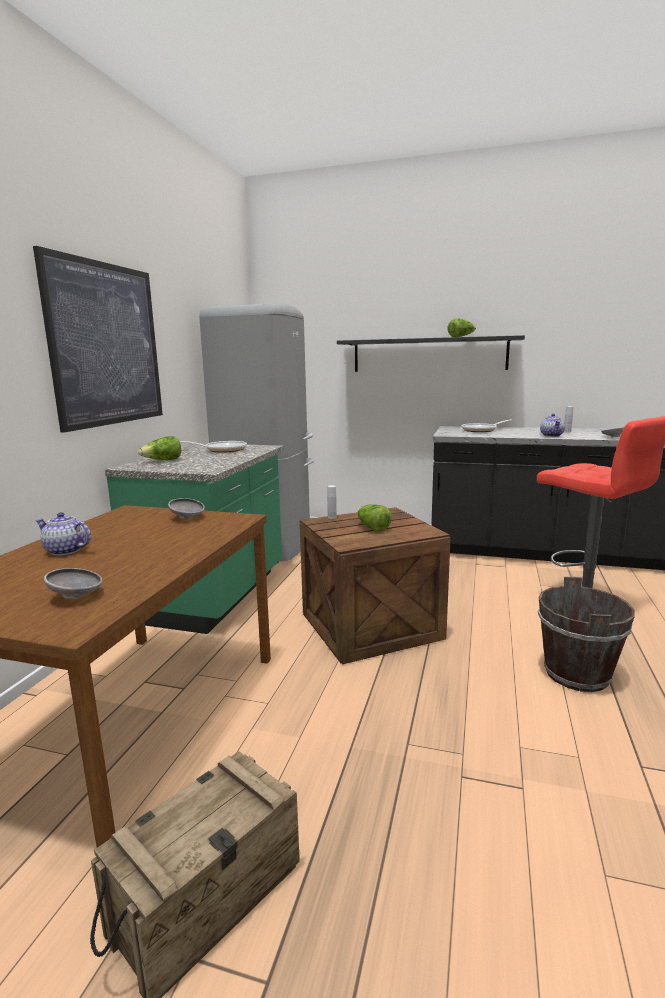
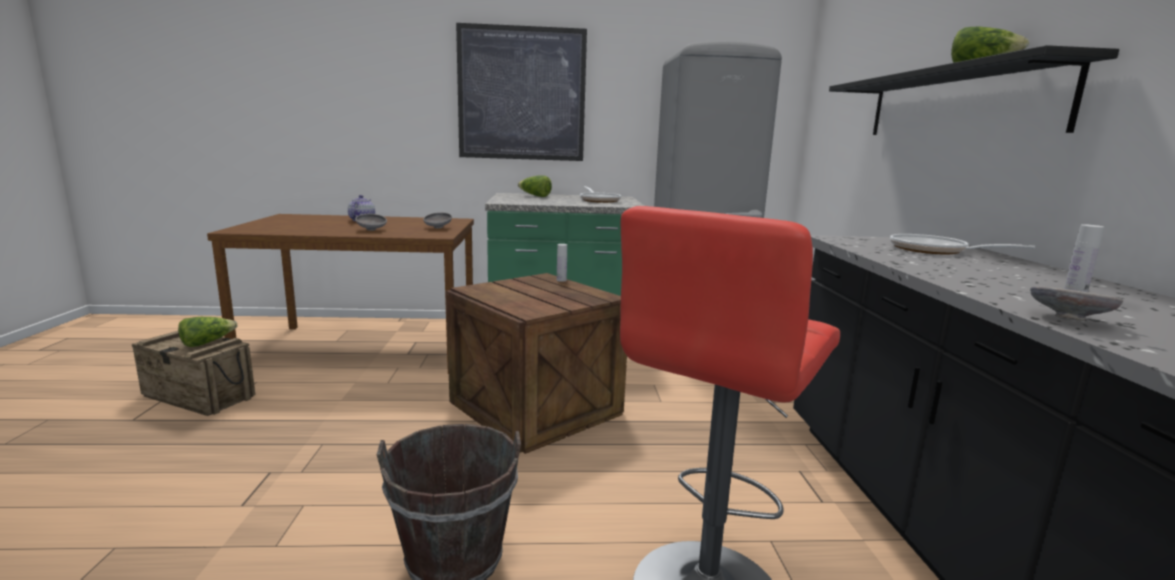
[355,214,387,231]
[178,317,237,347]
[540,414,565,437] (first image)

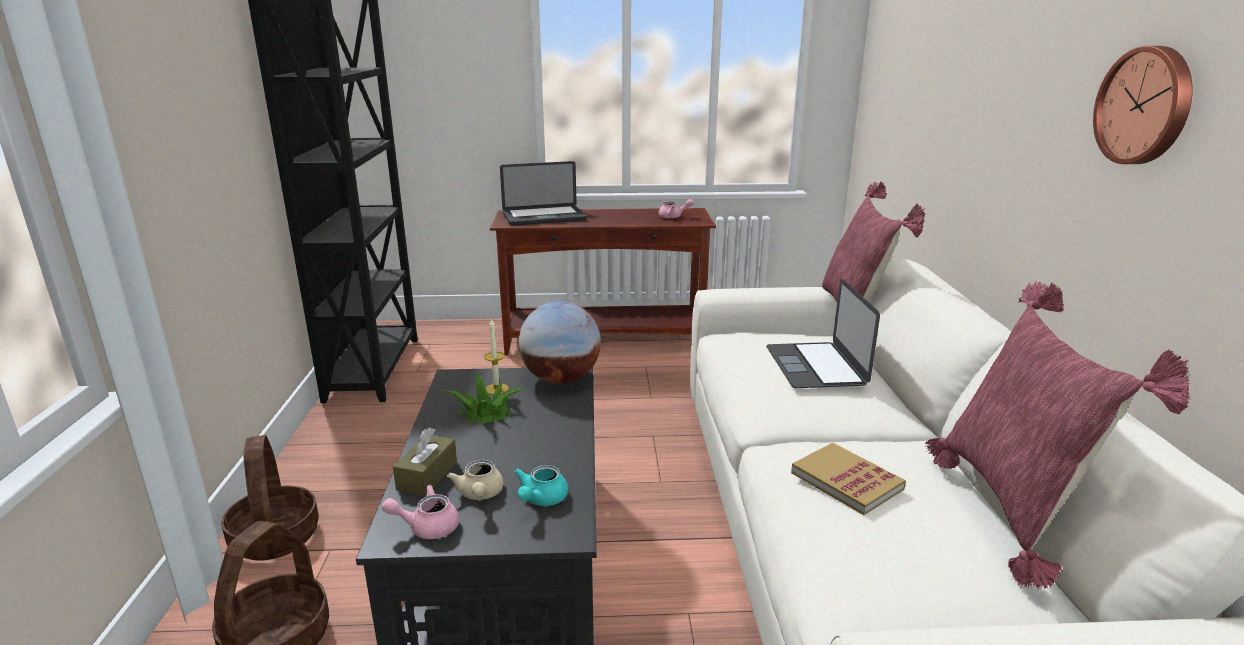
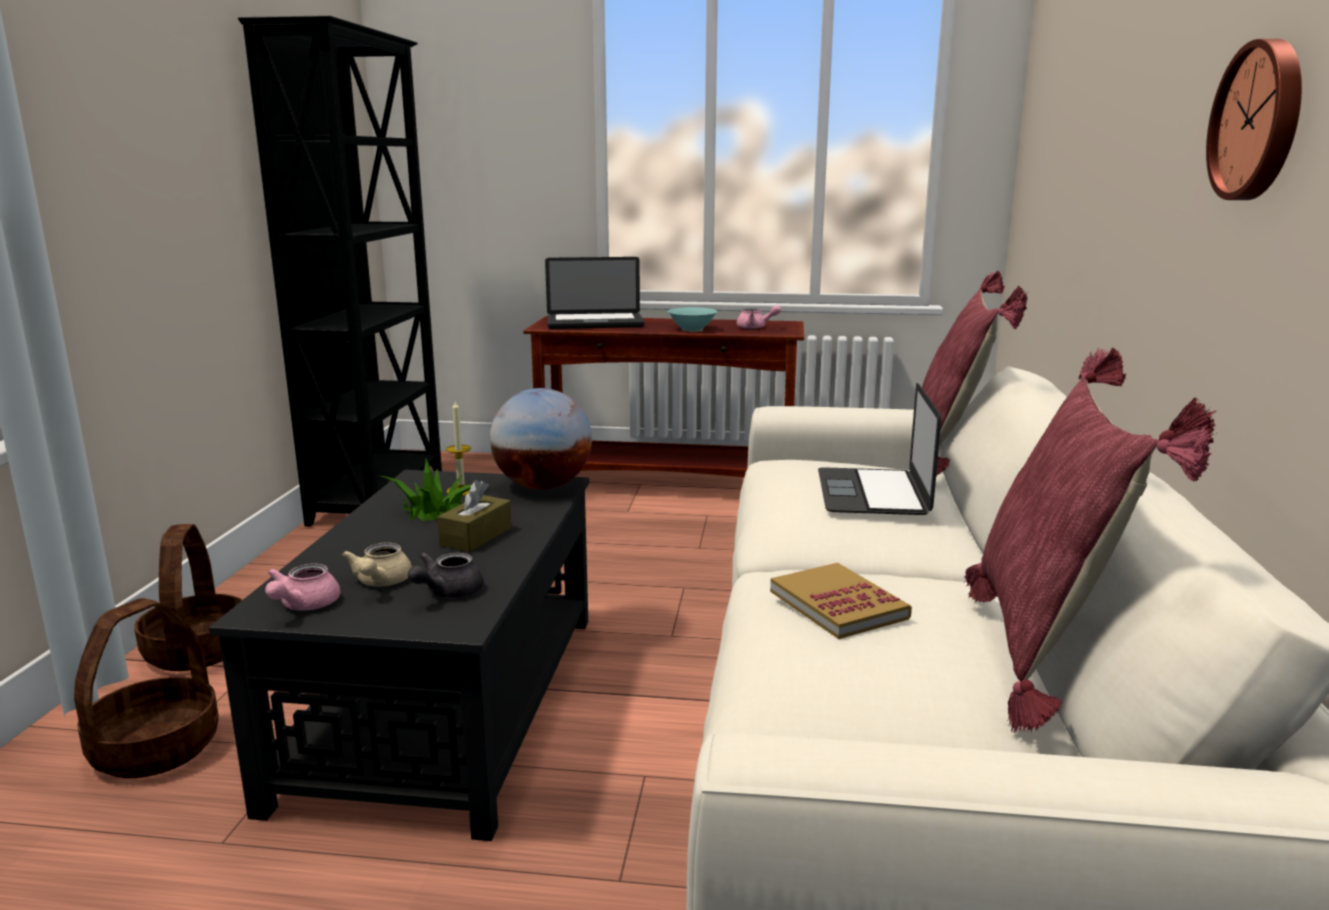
[265,563,340,611]
[437,480,512,552]
[408,552,483,598]
[668,307,717,332]

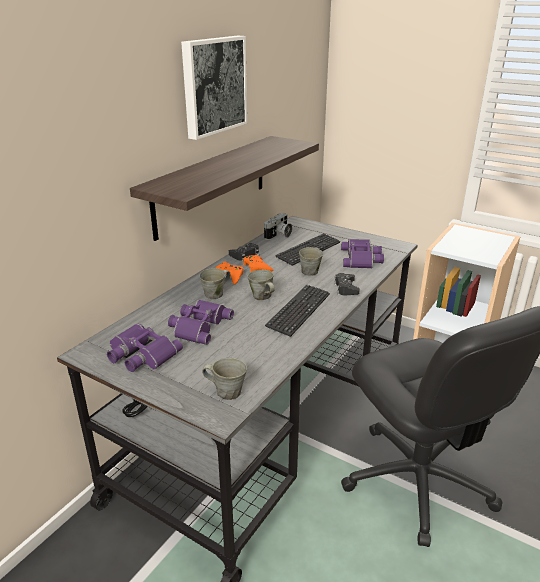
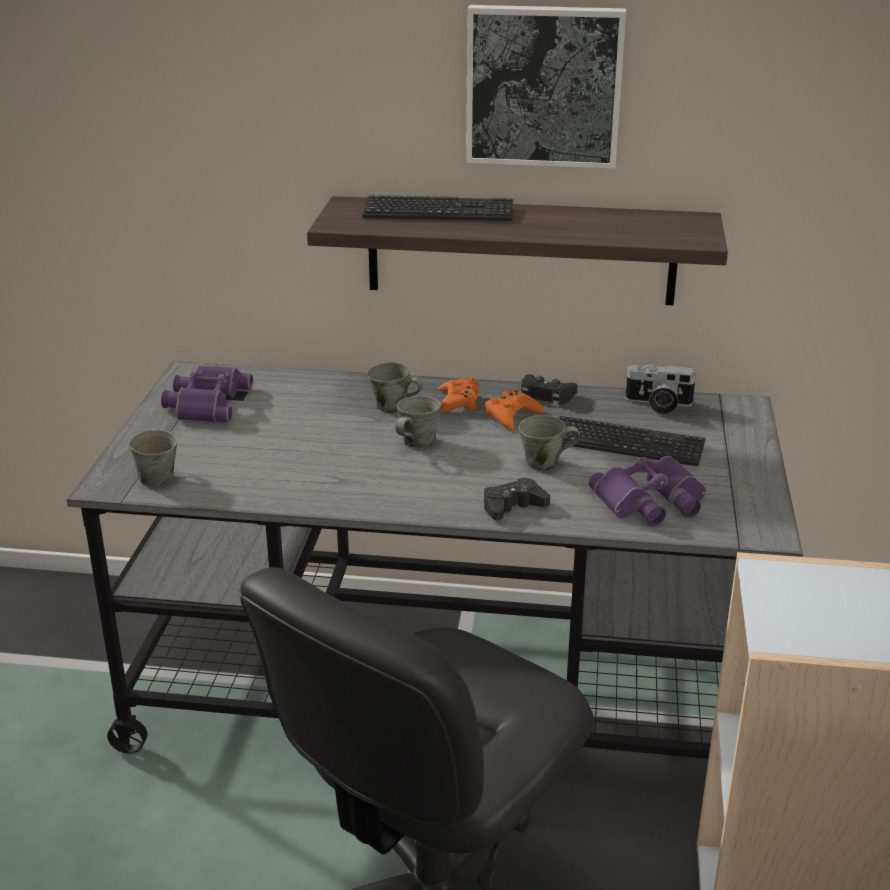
[168,300,234,345] (first image)
[362,195,513,221]

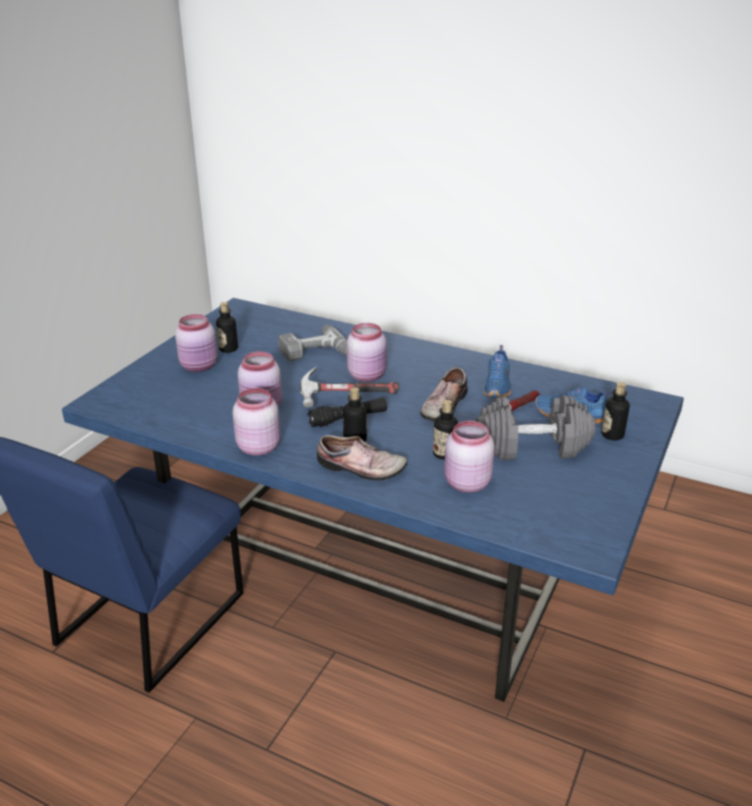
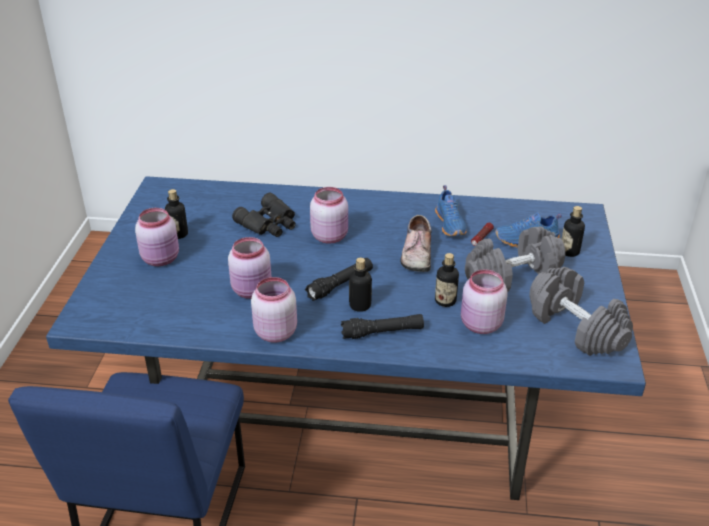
[232,192,296,237]
[300,366,399,408] (first image)
[341,314,424,339]
[529,267,633,356]

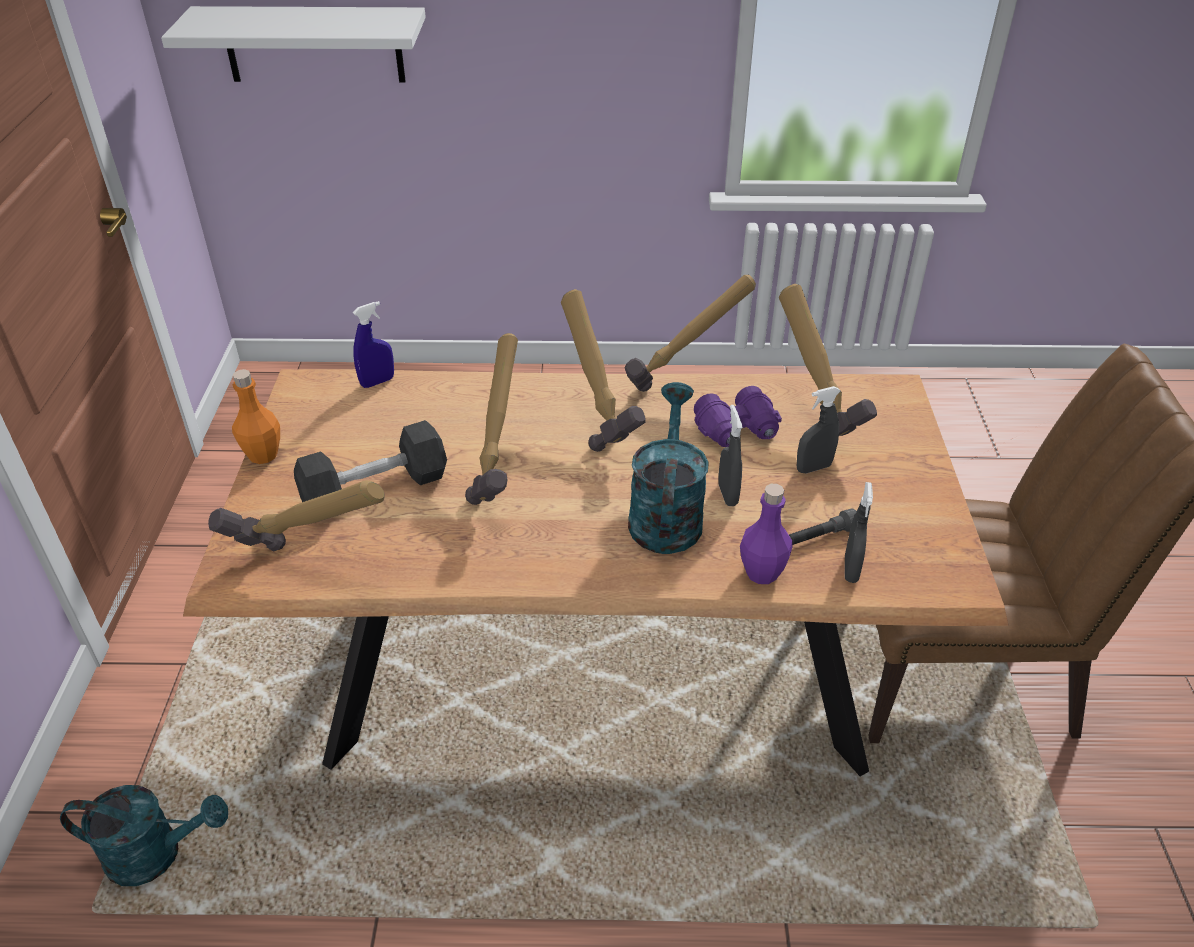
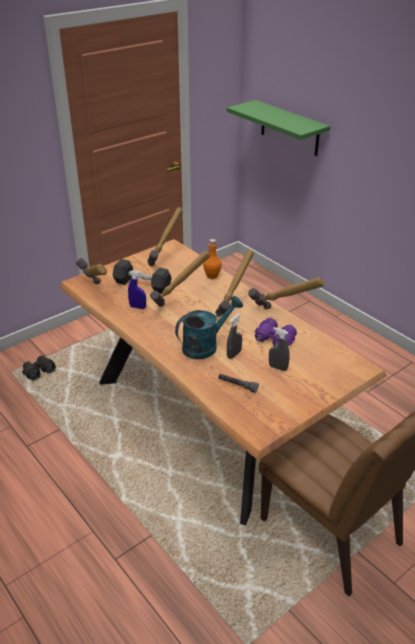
[22,355,56,380]
[227,100,330,156]
[203,239,222,279]
[128,270,146,309]
[740,484,793,584] (first image)
[148,207,183,266]
[845,482,873,583] (first image)

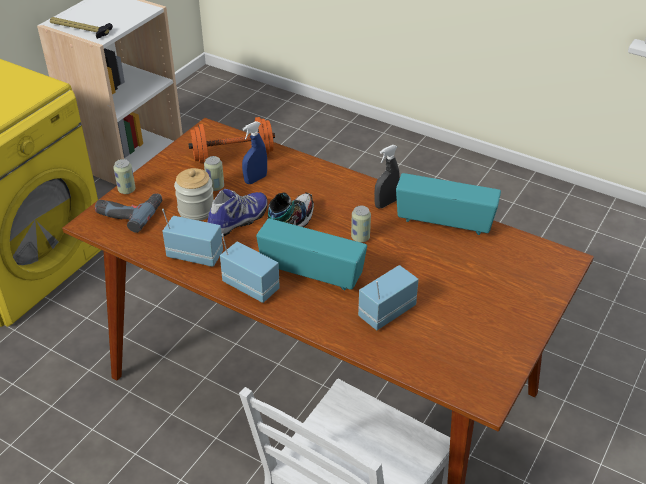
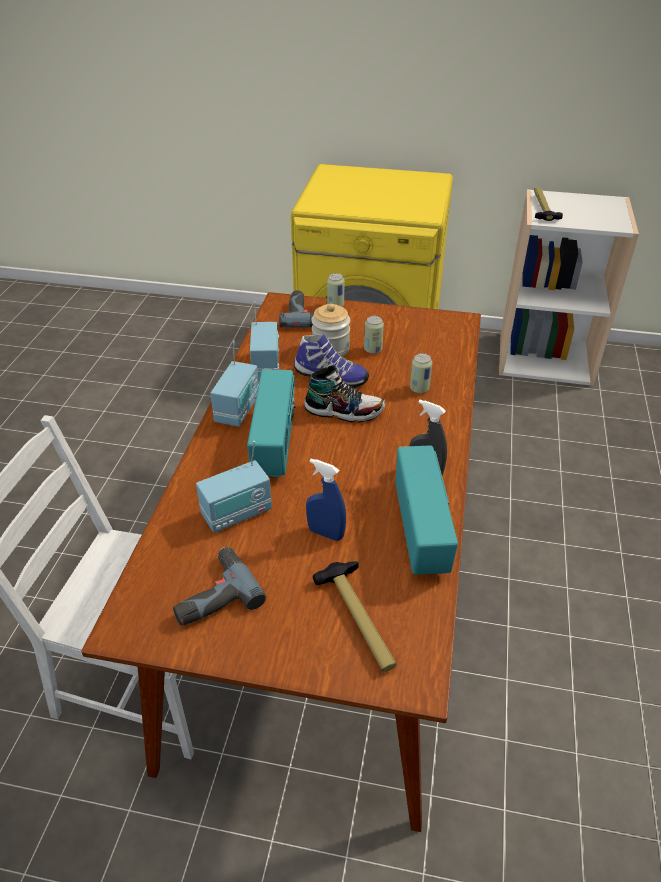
[188,117,275,163] (first image)
[306,459,346,541]
[410,353,432,393]
[196,441,272,533]
[173,547,266,626]
[313,562,396,672]

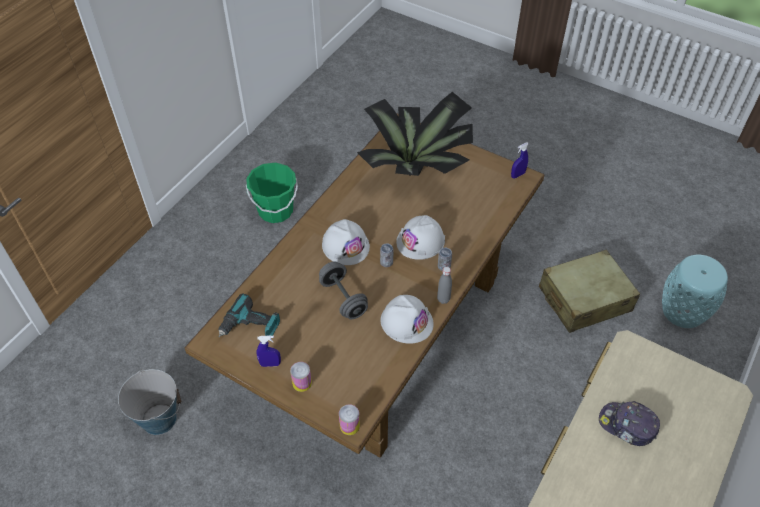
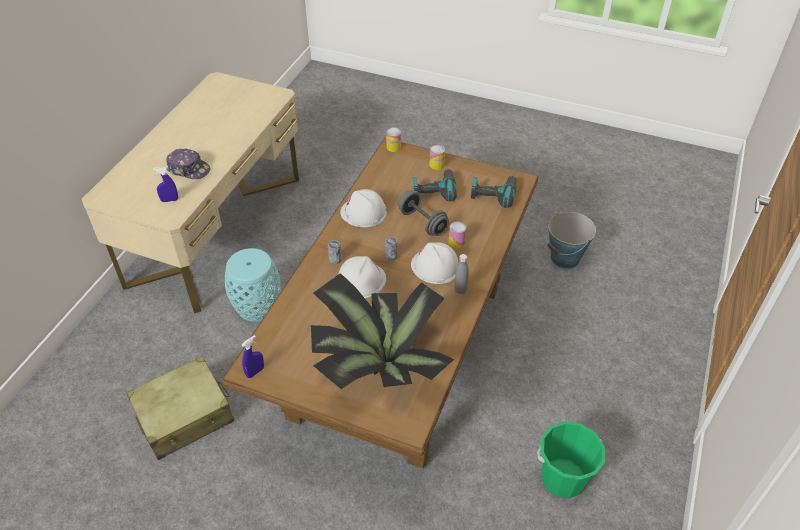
[153,167,178,202]
[454,254,469,294]
[225,248,281,322]
[412,169,457,202]
[449,221,466,249]

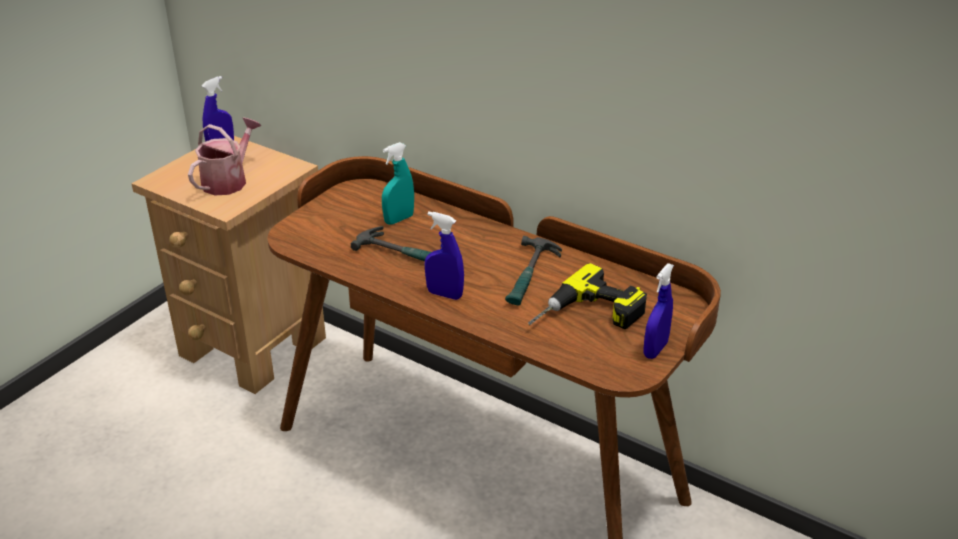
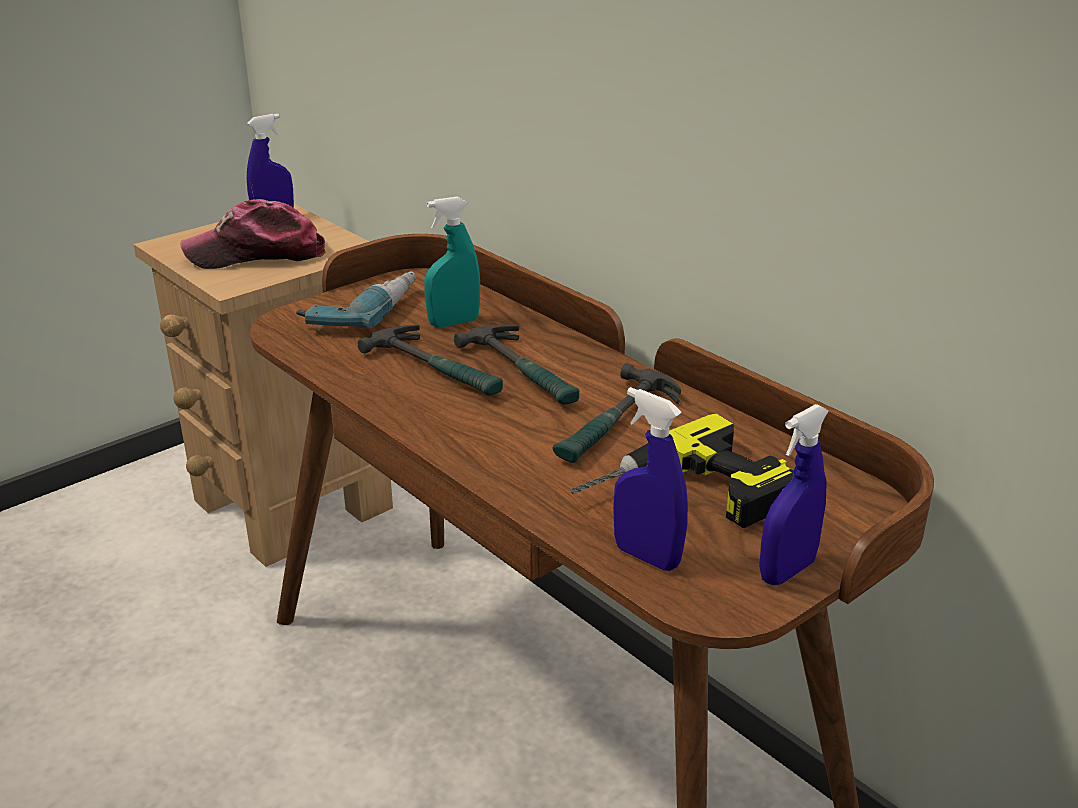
[180,199,326,269]
[613,387,688,571]
[296,271,416,328]
[454,325,579,405]

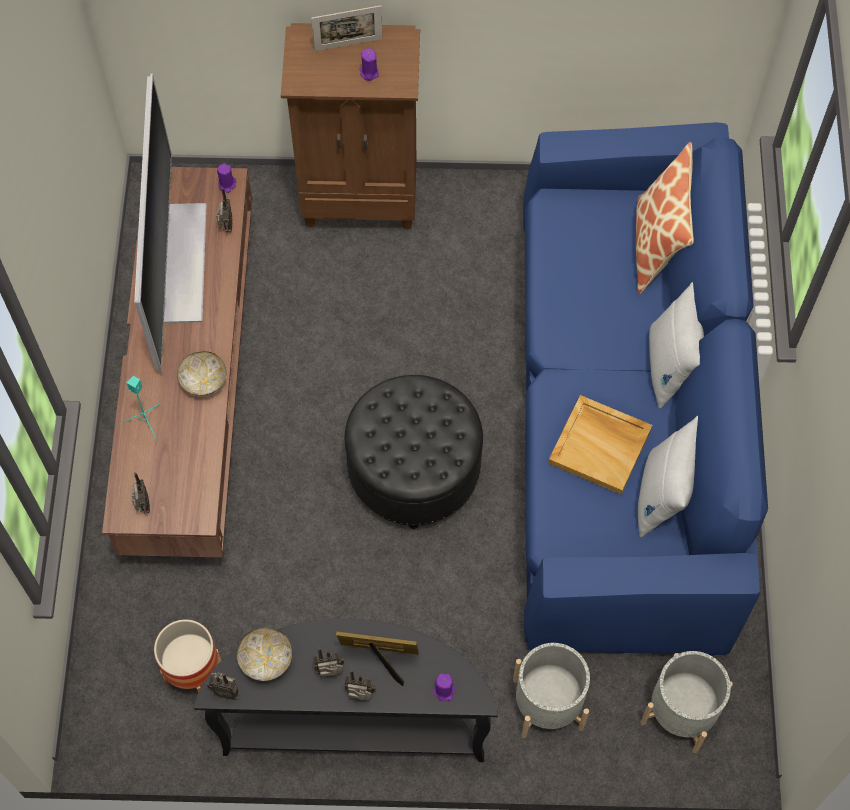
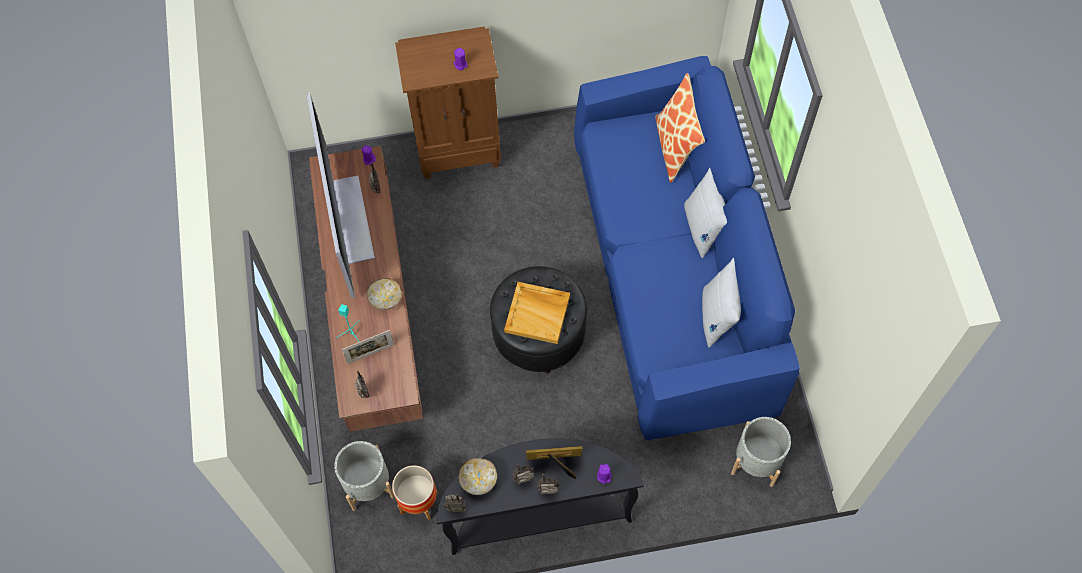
[342,330,394,364]
[334,441,395,511]
[504,282,570,344]

